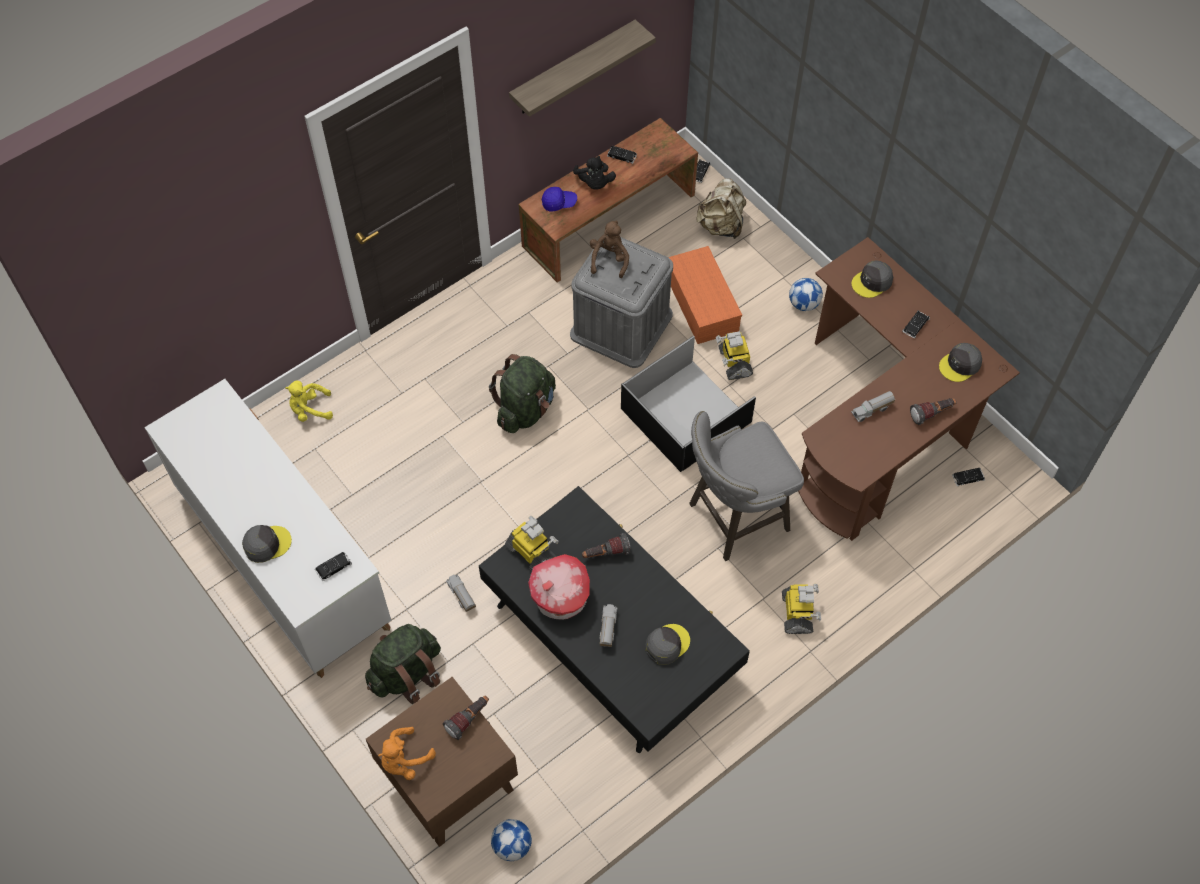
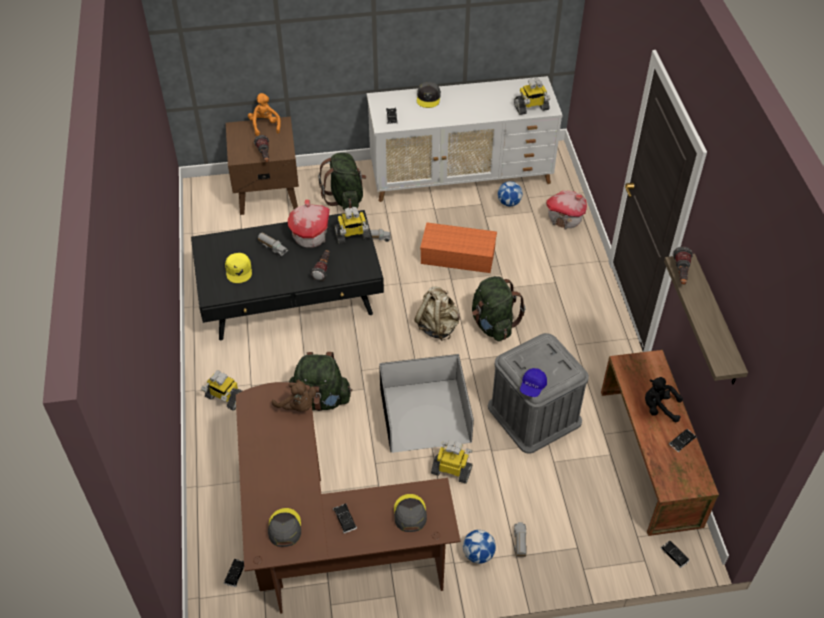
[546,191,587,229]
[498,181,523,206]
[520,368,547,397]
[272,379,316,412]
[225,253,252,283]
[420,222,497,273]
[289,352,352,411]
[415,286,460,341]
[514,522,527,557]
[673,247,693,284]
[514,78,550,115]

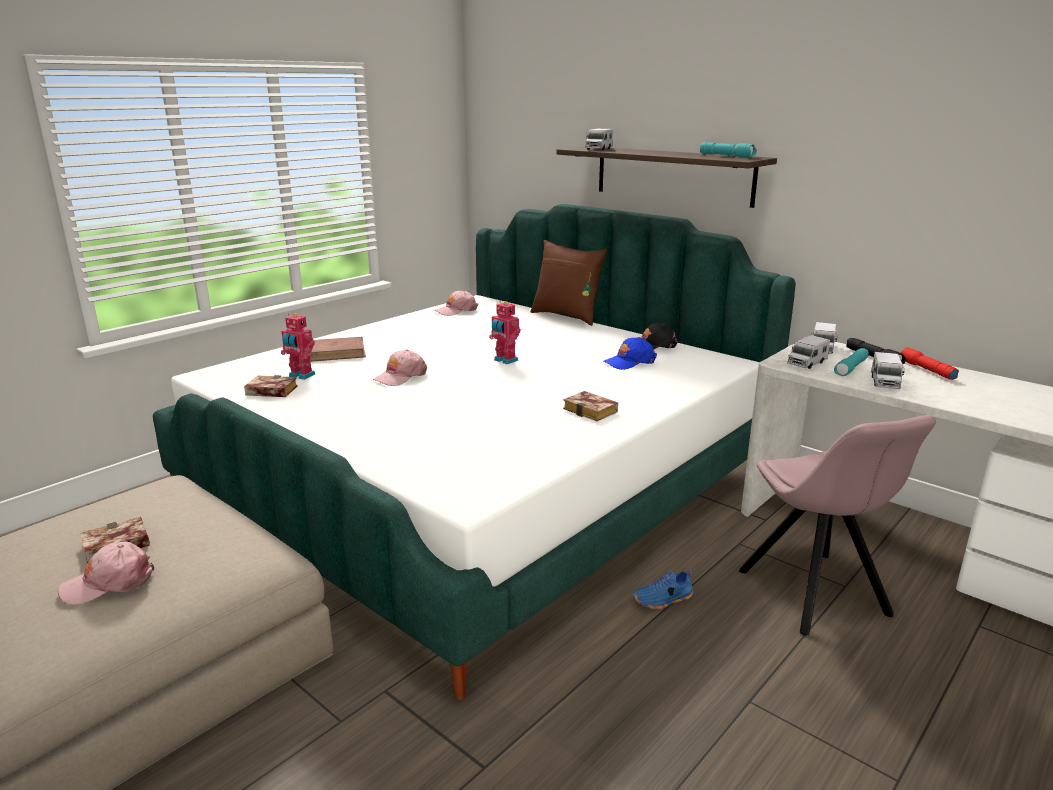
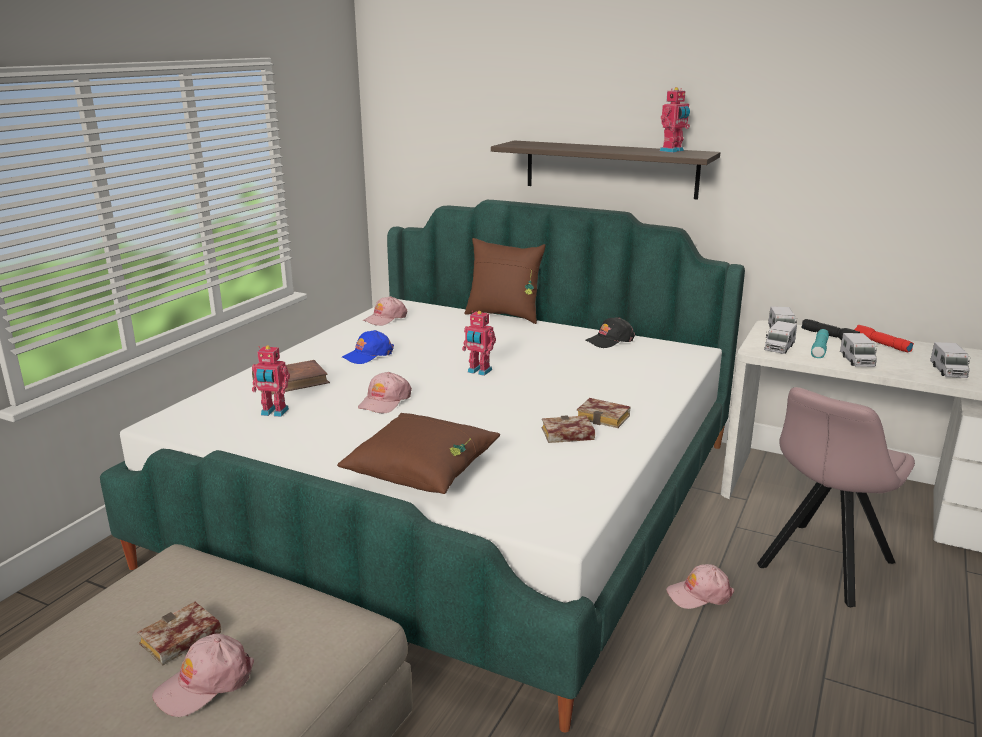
[542,415,595,443]
[930,342,970,378]
[342,330,394,364]
[666,564,734,609]
[660,87,690,153]
[757,387,915,607]
[337,413,500,494]

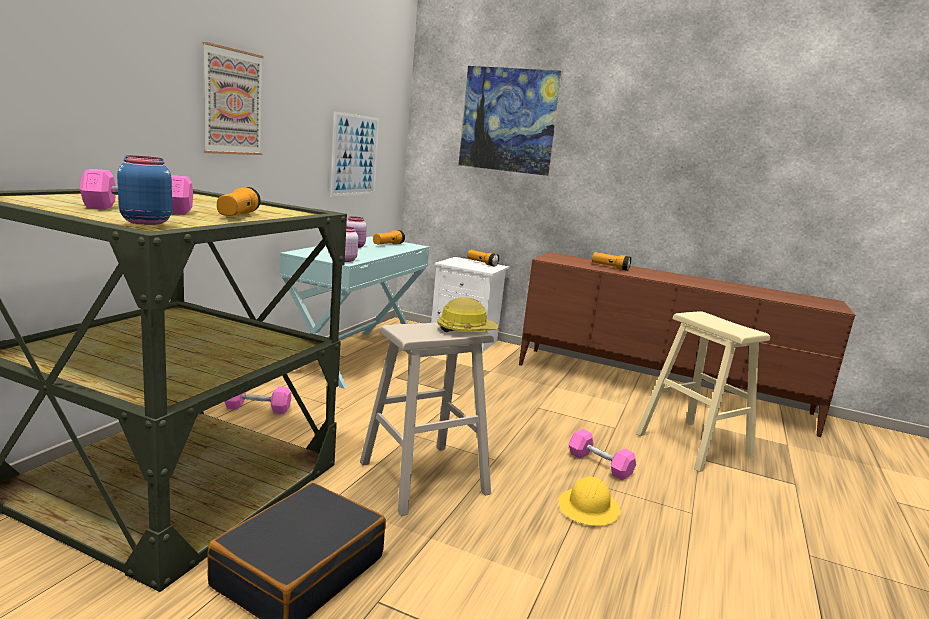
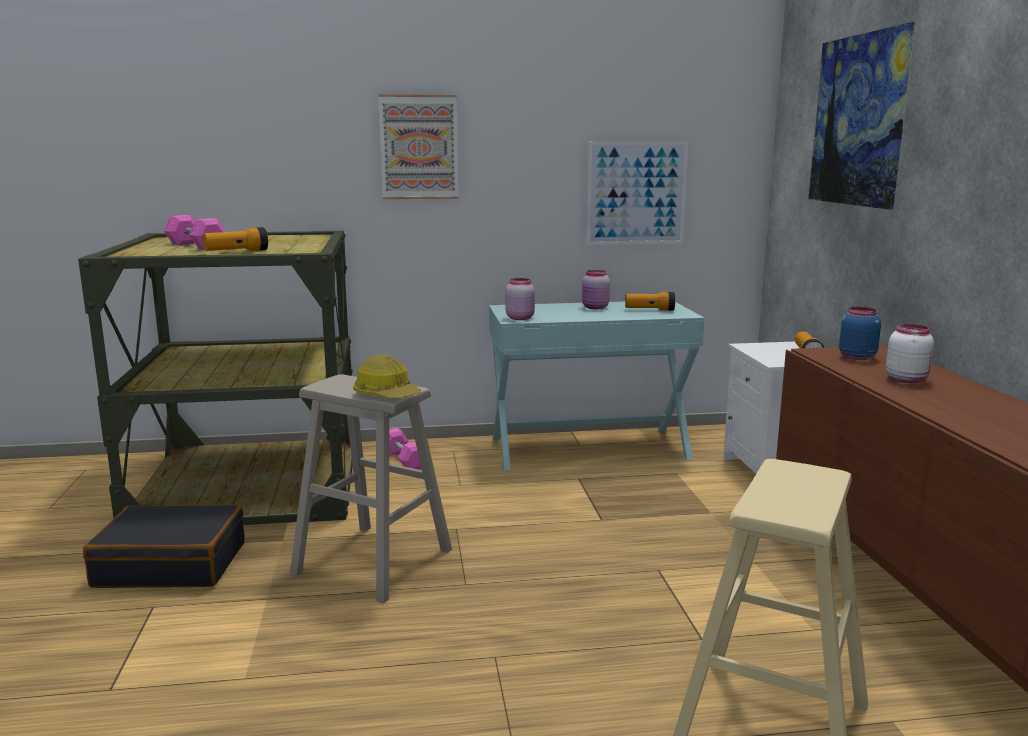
[839,307,881,360]
[559,476,621,526] (first image)
[569,429,636,480] (first image)
[886,324,934,383]

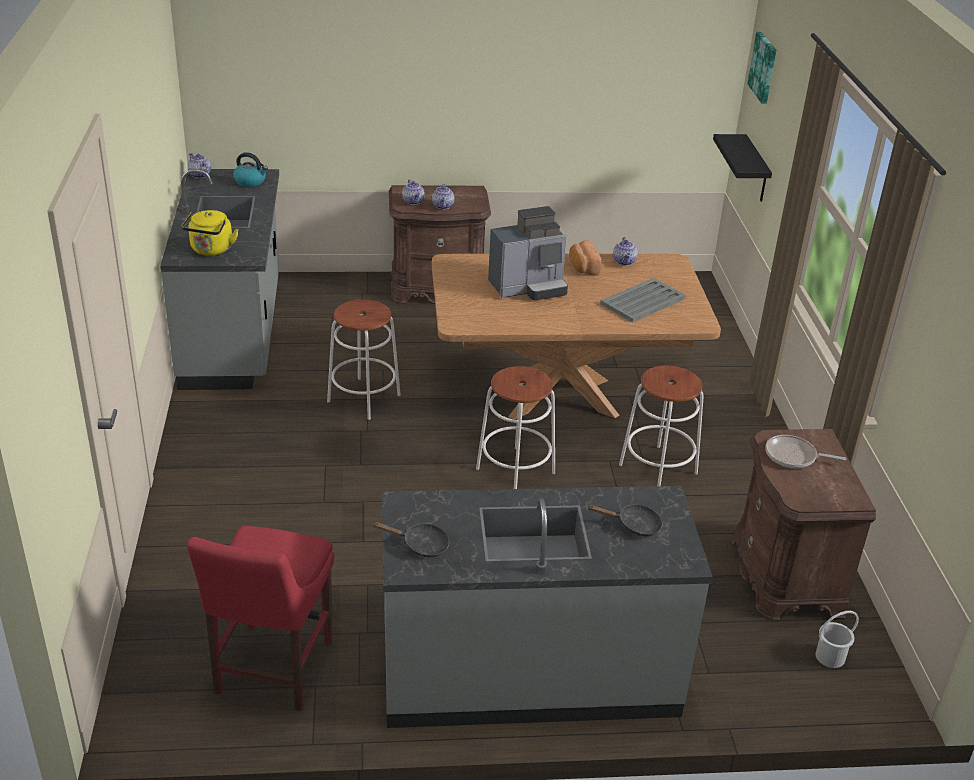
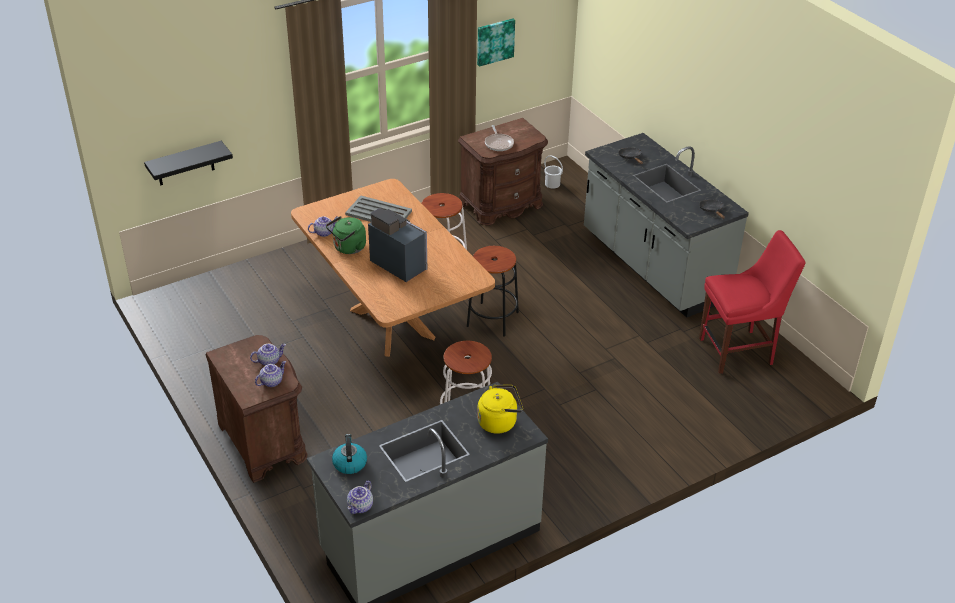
[467,246,519,337]
[326,216,366,254]
[477,18,515,67]

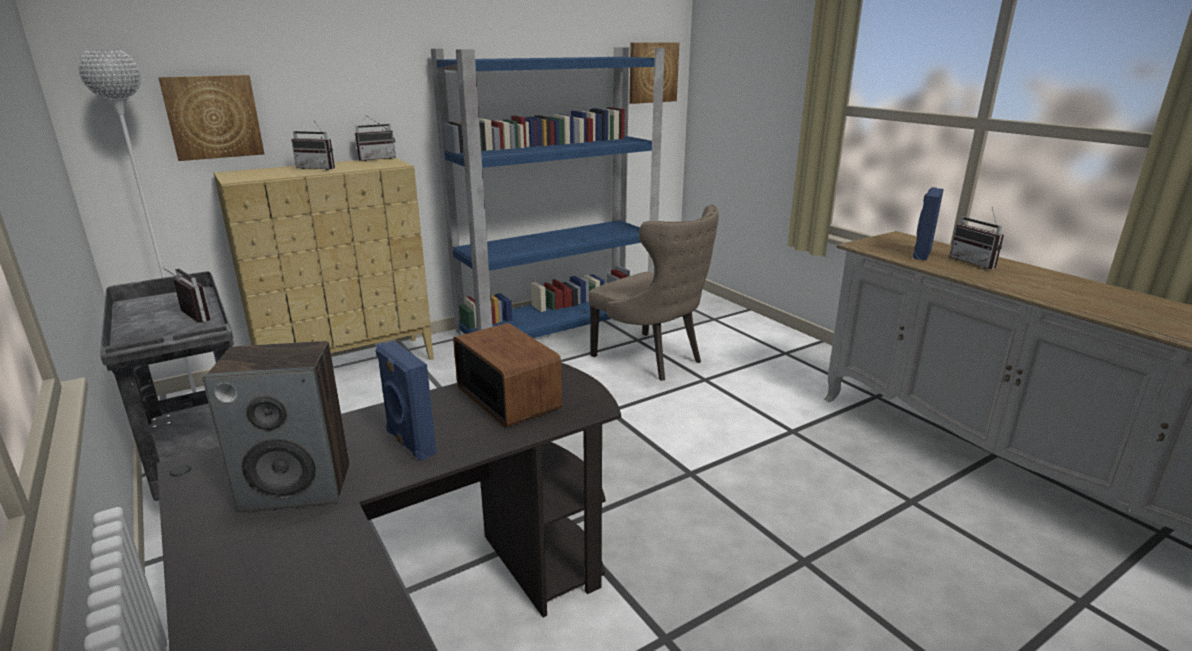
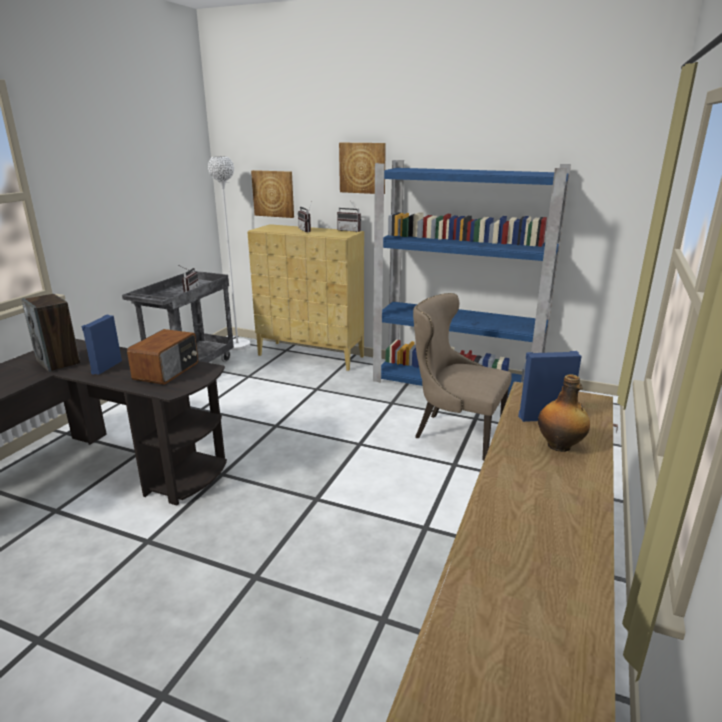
[413,293,512,460]
[339,143,386,194]
[538,374,590,452]

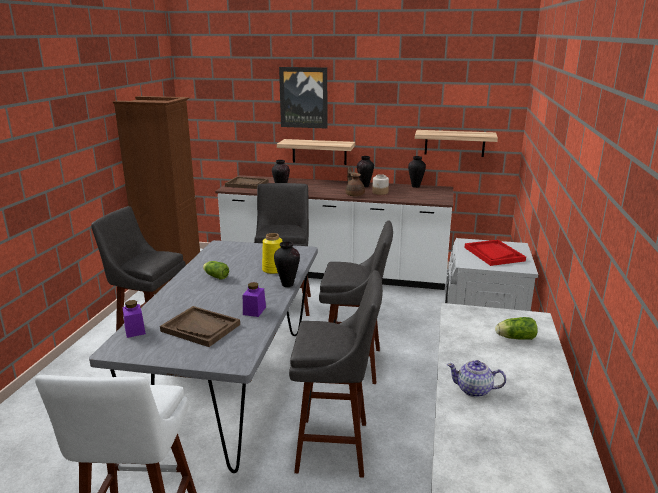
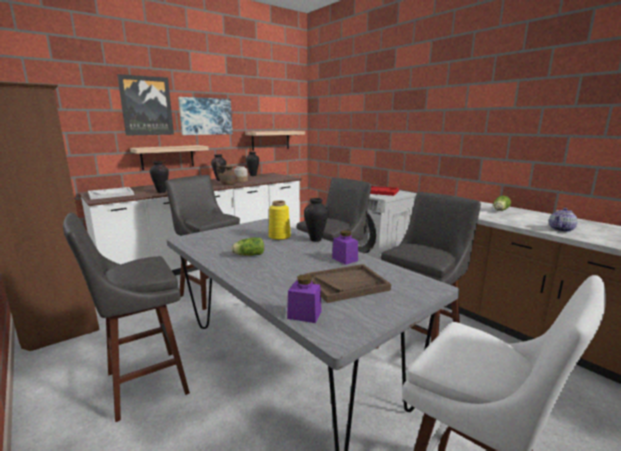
[88,187,134,200]
[178,97,233,135]

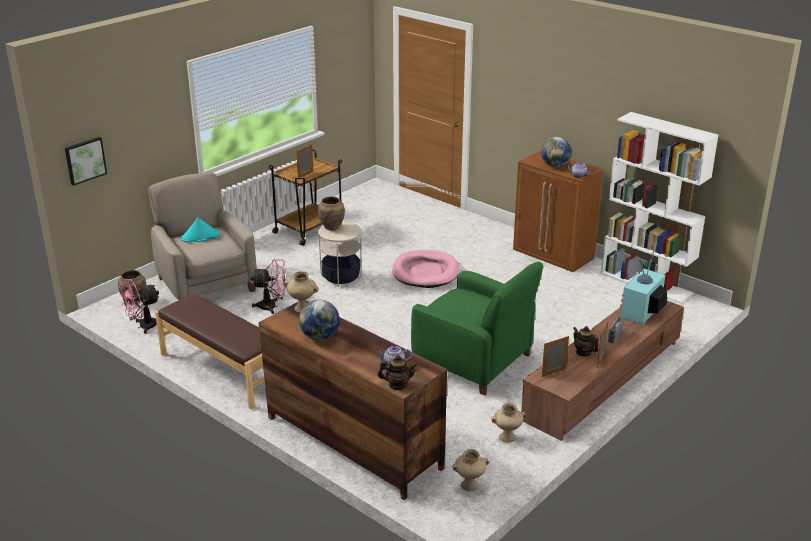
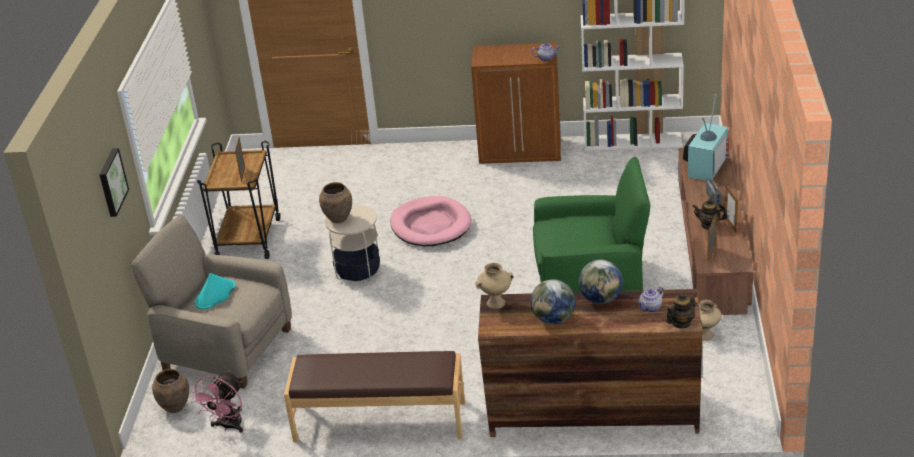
[99,148,129,217]
[251,259,286,314] (first image)
[452,449,489,491] (first image)
[579,259,623,304]
[683,94,729,181]

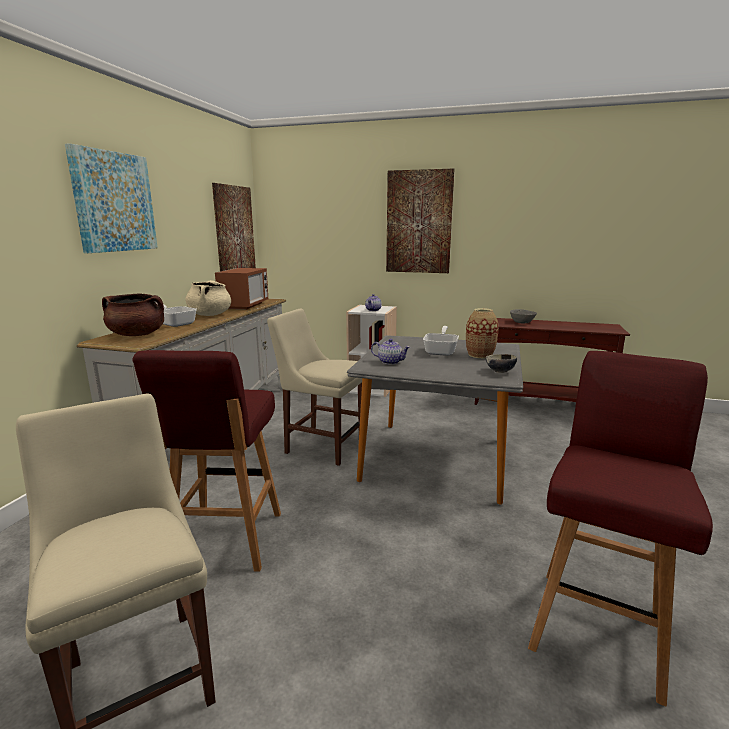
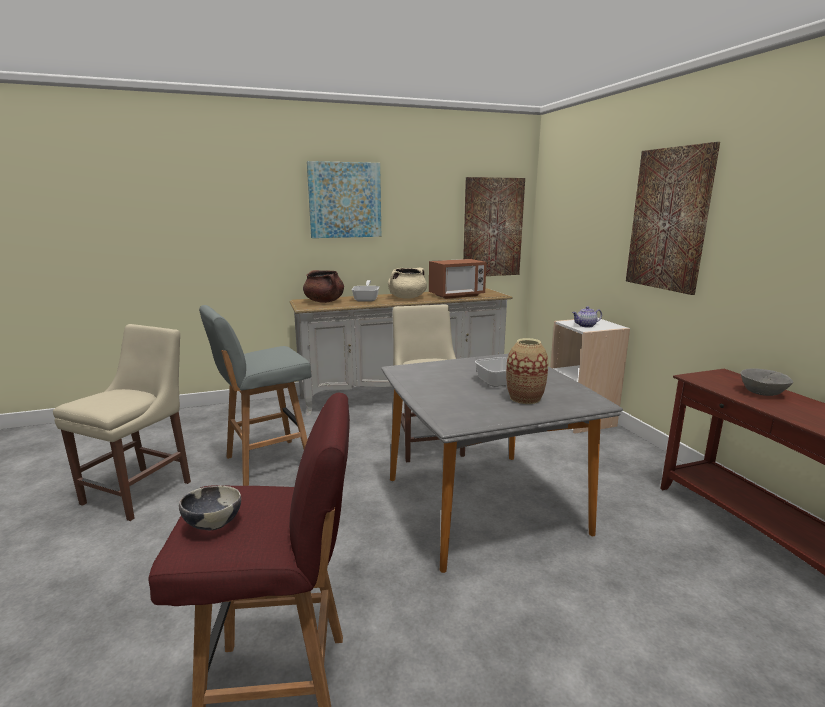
[199,305,312,486]
[371,339,410,365] (first image)
[179,486,241,531]

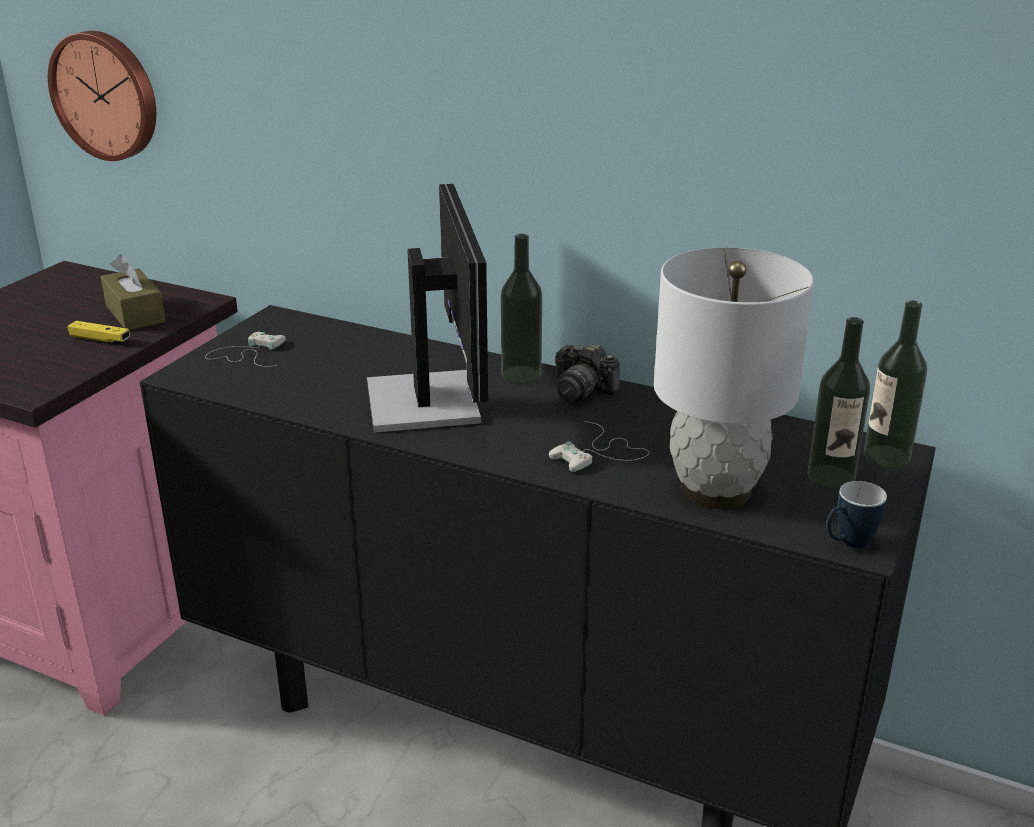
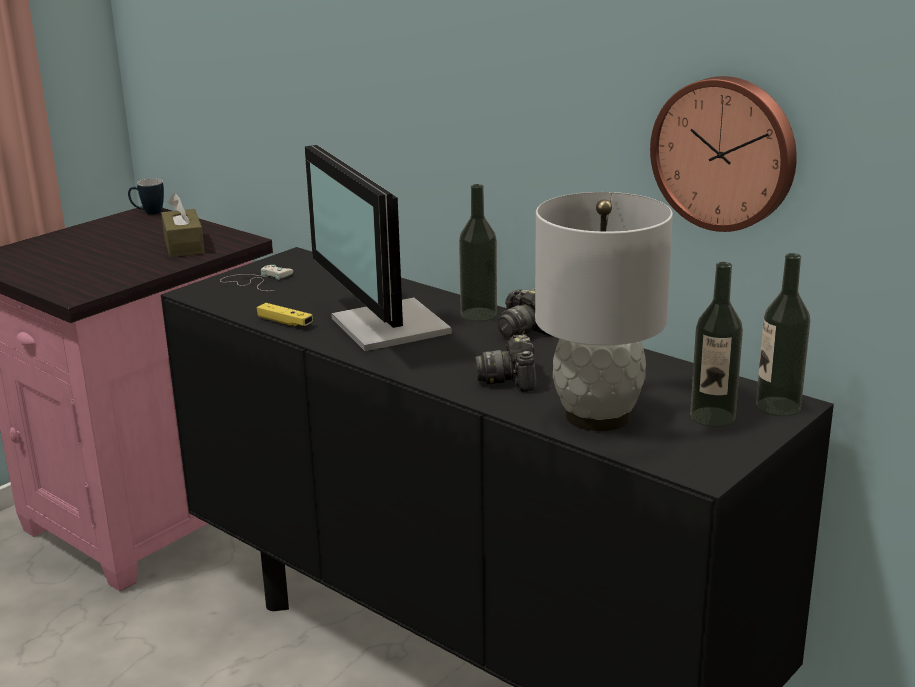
[650,76,797,232]
[257,303,313,326]
[305,145,452,351]
[475,334,537,392]
[128,178,164,214]

